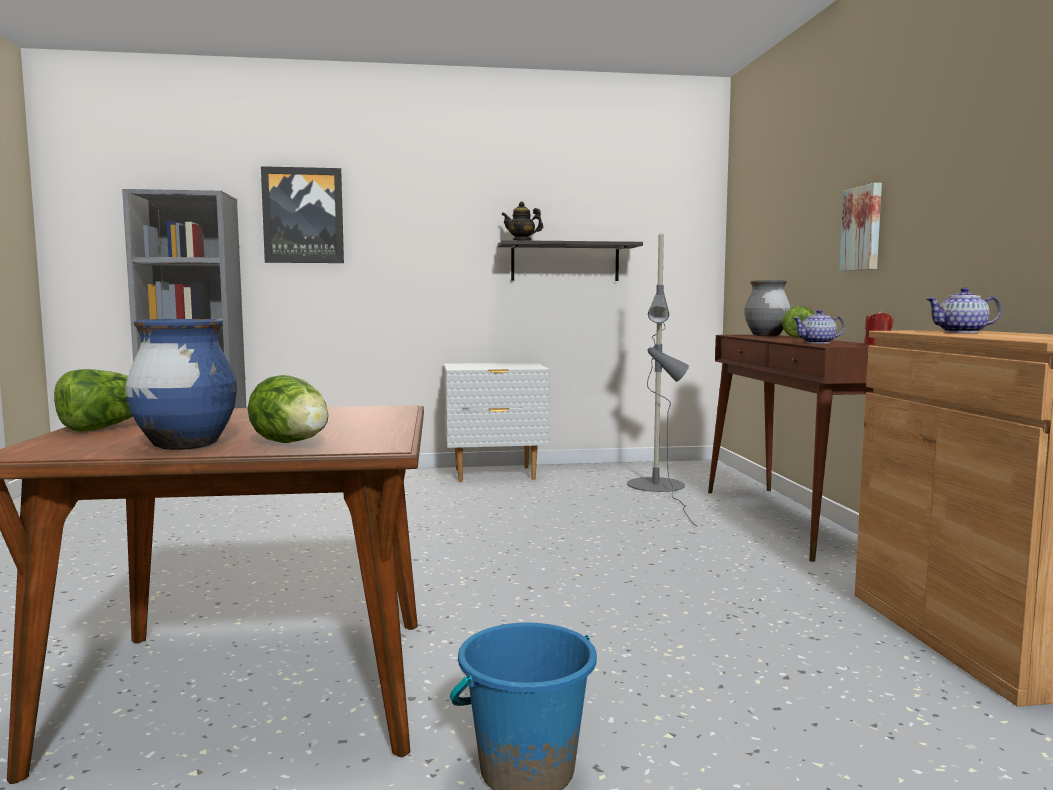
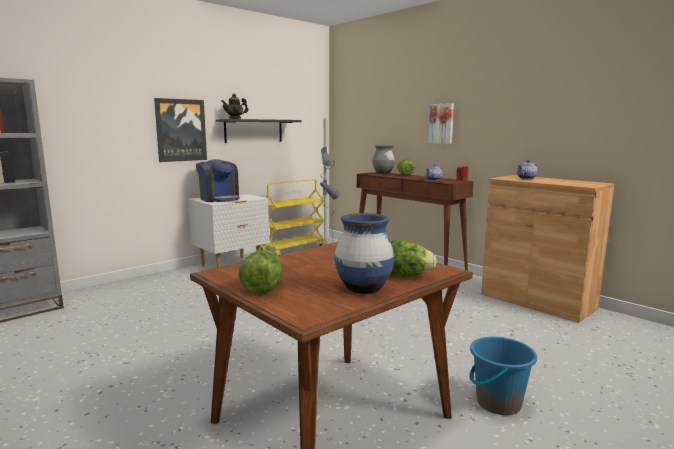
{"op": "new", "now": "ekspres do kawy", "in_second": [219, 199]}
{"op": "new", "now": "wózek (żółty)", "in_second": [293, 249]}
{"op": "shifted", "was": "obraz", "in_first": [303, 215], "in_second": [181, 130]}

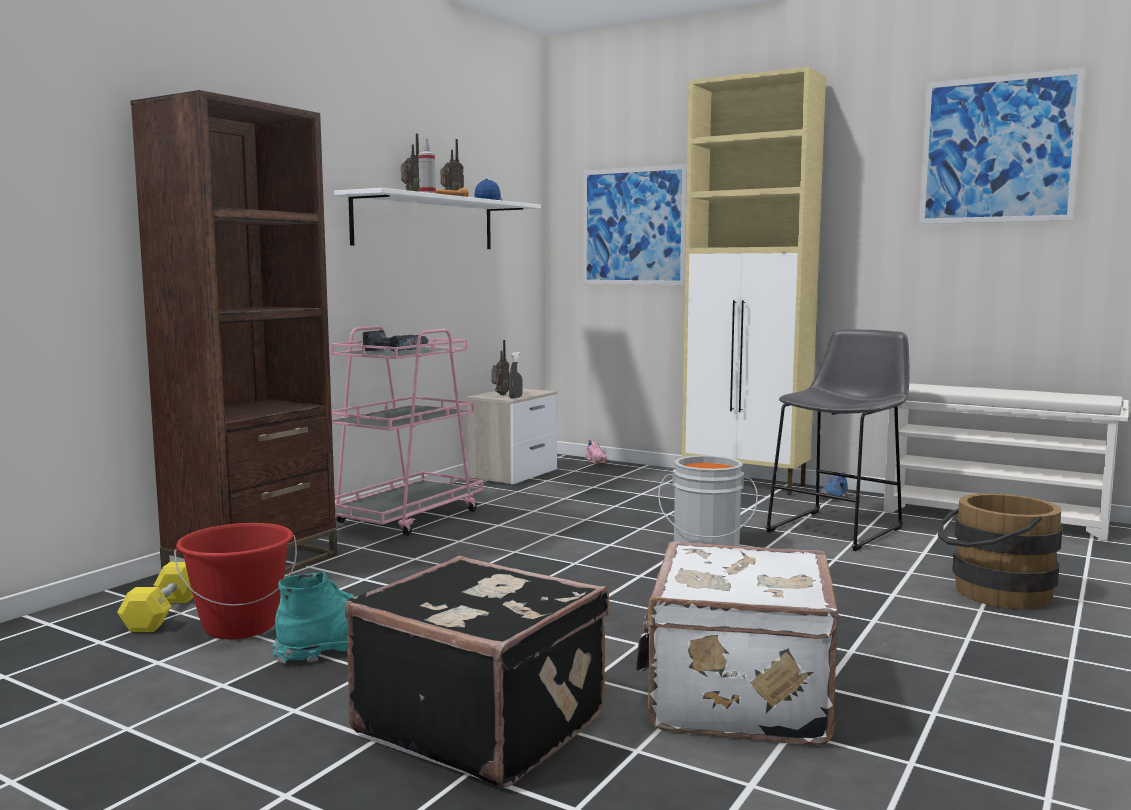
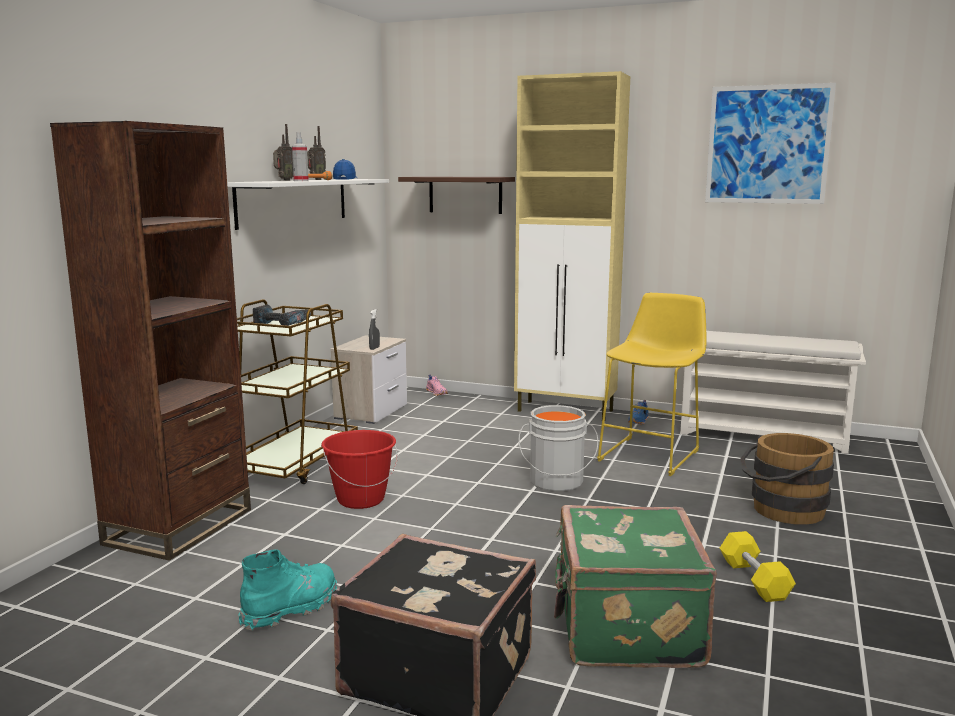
{"op": "gone", "was": "radio", "in_first": [500, 394]}
{"op": "shifted", "was": "hantel (żółty)", "in_first": [163, 613], "in_second": [754, 580]}
{"op": "shifted", "was": "wiadro (czerwony)", "in_first": [240, 626], "in_second": [360, 499]}
{"op": "swapped", "was": "obraz", "now": "półka", "in_first": [633, 226], "in_second": [465, 194]}
{"op": "repainted", "was": "wózek (różowy)", "now": "wózek (brązowy)", "in_first": [405, 517], "in_second": [295, 464]}
{"op": "repainted", "was": "walizka (biały)", "now": "walizka (zielony)", "in_first": [735, 697], "in_second": [625, 627]}
{"op": "repainted", "was": "stołek (szary)", "now": "stołek (żółty)", "in_first": [839, 528], "in_second": [652, 454]}

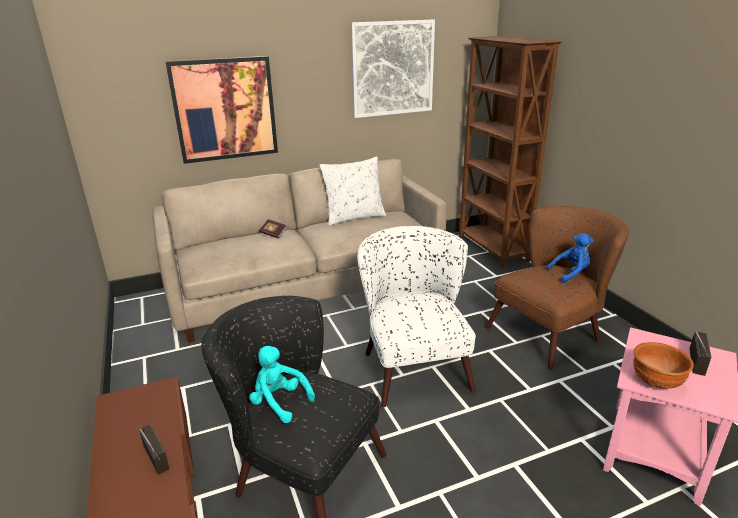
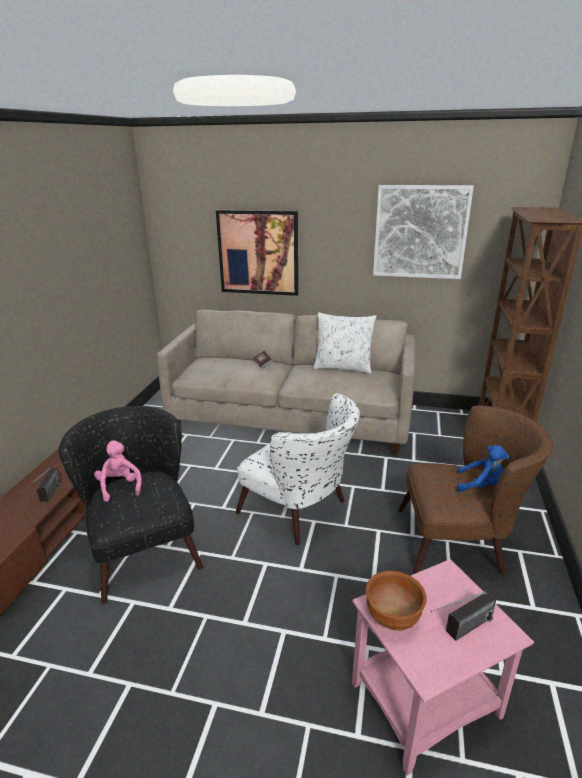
{"op": "repainted", "was": "pluszak (turkusowy)", "now": "pluszak (różowy)", "in_first": [279, 402], "in_second": [120, 486]}
{"op": "rotated", "was": "fotel (biały)", "in_first": [413, 364], "in_second": [300, 512], "clockwise": 105}

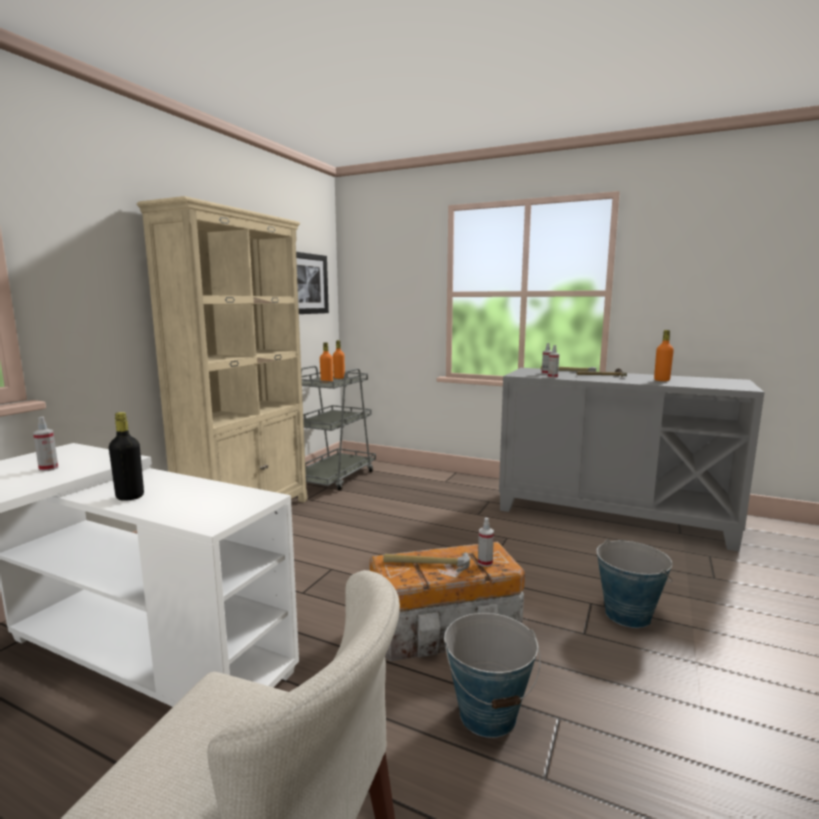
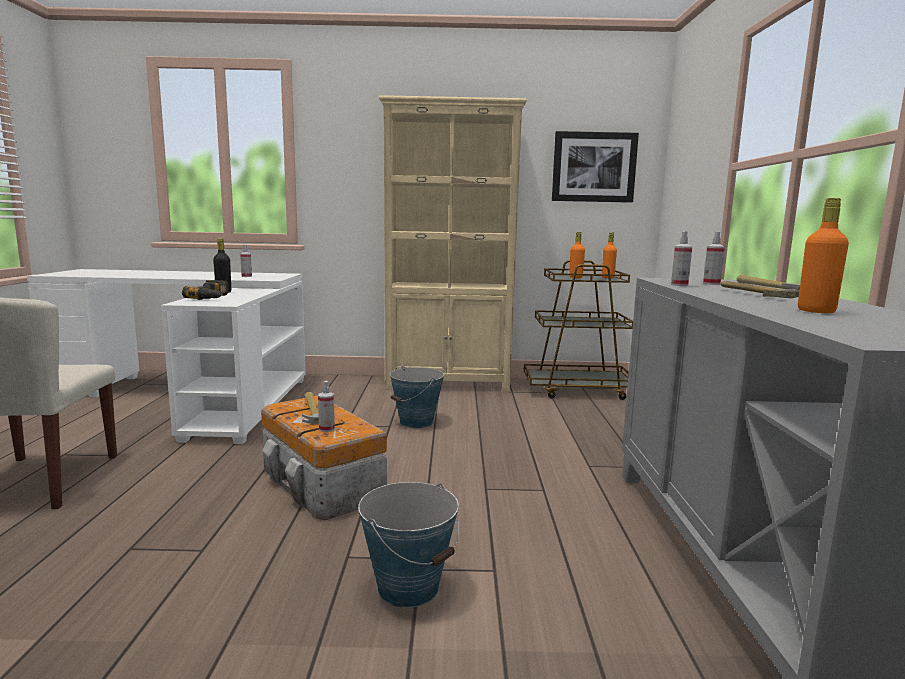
{"op": "new", "now": "wiertarka", "in_second": [213, 297]}
{"op": "shifted", "was": "wiadro", "in_first": [488, 714], "in_second": [416, 422]}
{"op": "repainted", "was": "wózek (szary)", "now": "wózek (brązowy)", "in_first": [333, 477], "in_second": [577, 390]}

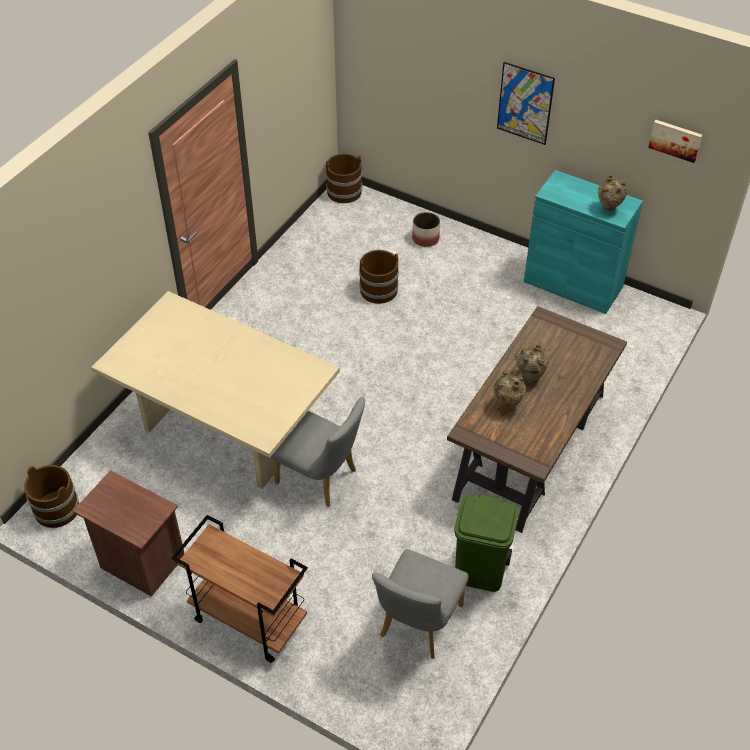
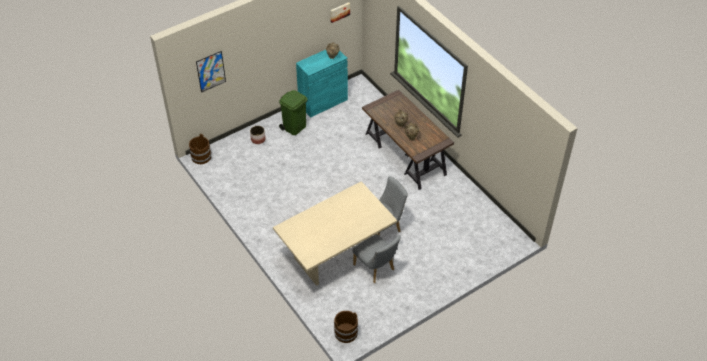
{"op": "gone", "was": "szafka nocna (brązowy)", "in_first": [140, 563]}
{"op": "gone", "was": "wózek (brązowy)", "in_first": [247, 620]}
{"op": "gone", "was": "wiadro (brązowy)", "in_first": [378, 290]}
{"op": "shifted", "was": "krzesło (szary)", "in_first": [417, 625], "in_second": [376, 269]}
{"op": "shifted", "was": "kosz na śmieci (zielony)", "in_first": [480, 571], "in_second": [294, 127]}
{"op": "shifted", "was": "obraz", "in_first": [525, 103], "in_second": [211, 71]}

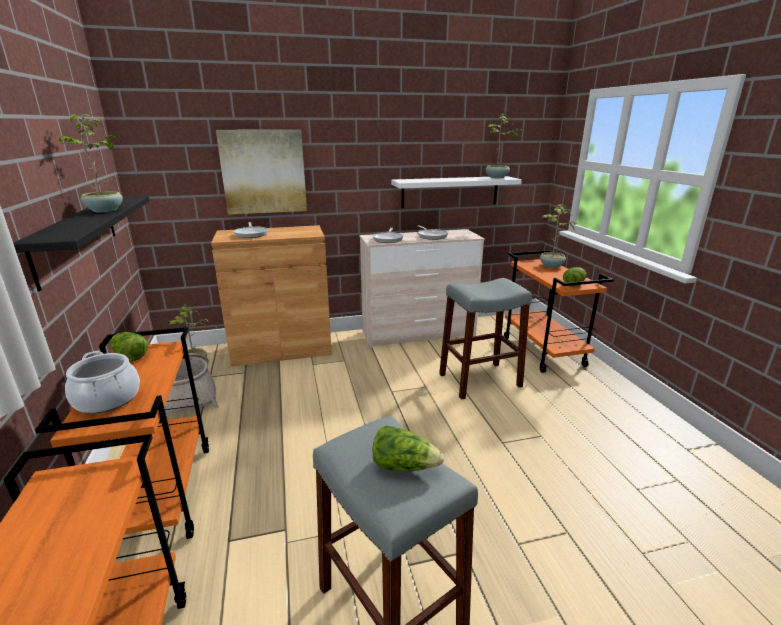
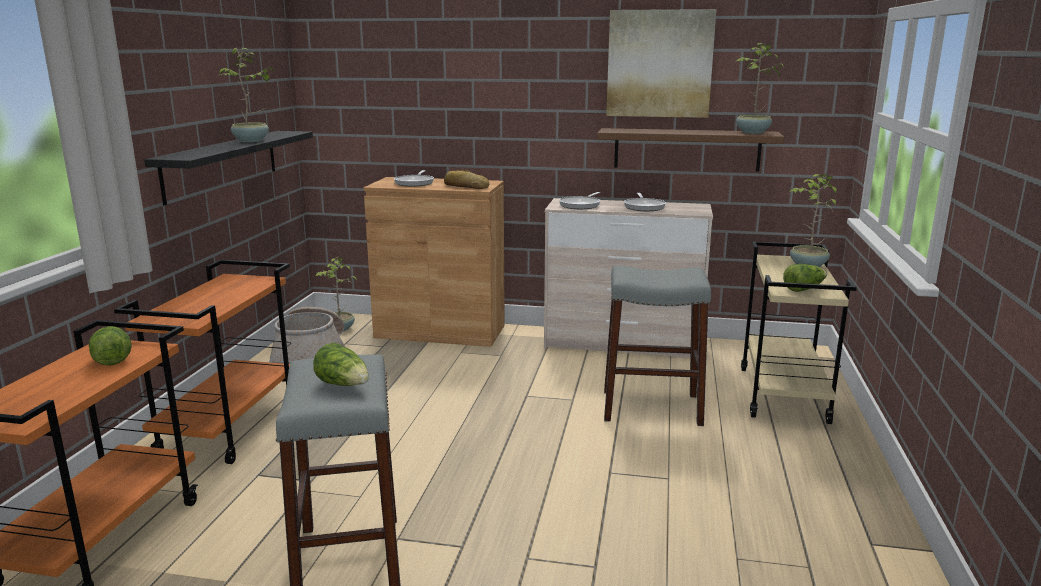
{"op": "gone", "was": "garnek", "in_first": [108, 399]}
{"op": "new", "now": "chleb", "in_second": [465, 186]}
{"op": "shifted", "was": "sałata", "in_first": [129, 356], "in_second": [111, 358]}
{"op": "shifted", "was": "obraz", "in_first": [263, 172], "in_second": [659, 64]}
{"op": "repainted", "was": "półka (biały)", "now": "półka (brązowy)", "in_first": [450, 192], "in_second": [686, 149]}
{"op": "repainted", "was": "wózek (pomarańczowy)", "now": "wózek (beżowy)", "in_first": [544, 352], "in_second": [784, 395]}

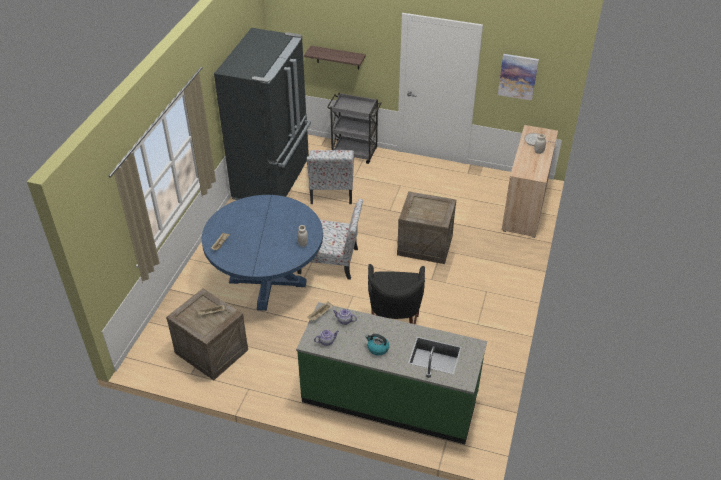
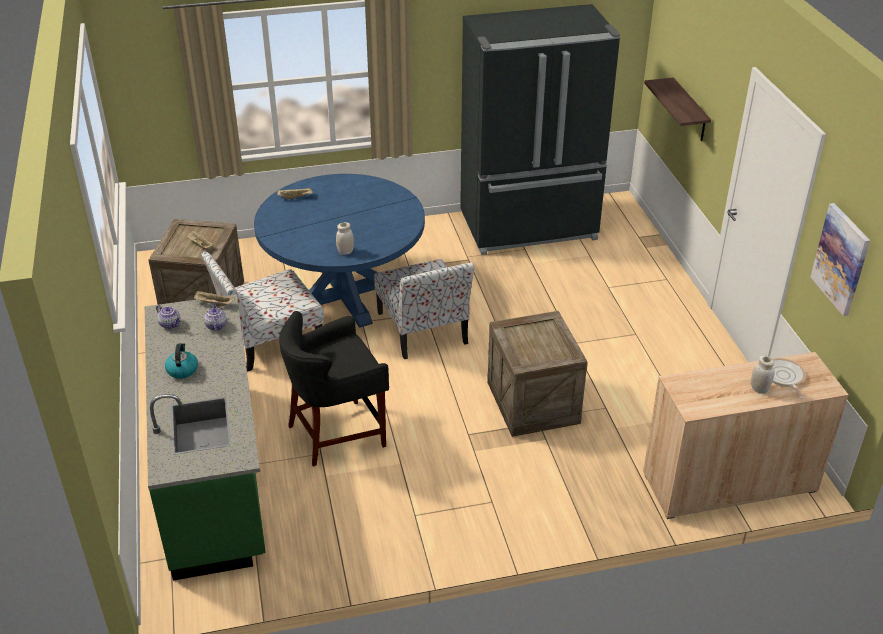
{"op": "gone", "was": "wózek (szary)", "in_first": [354, 153]}
{"op": "shifted", "was": "krzesło", "in_first": [331, 189], "in_second": [269, 340]}

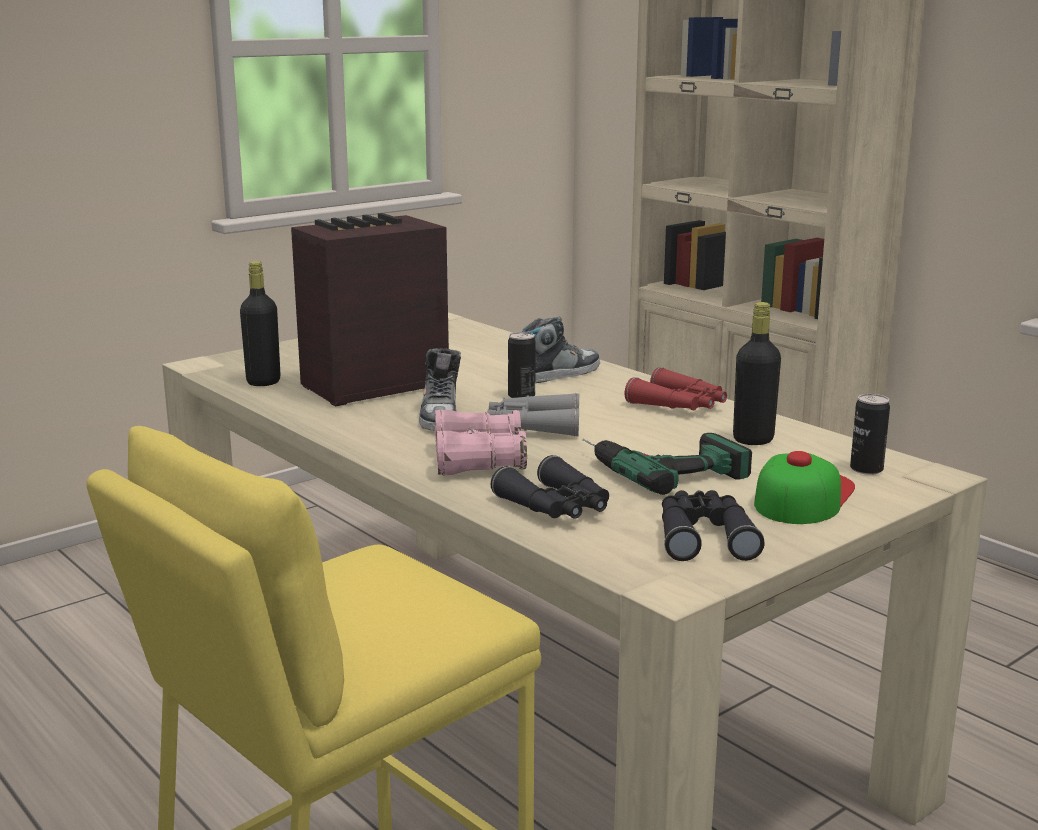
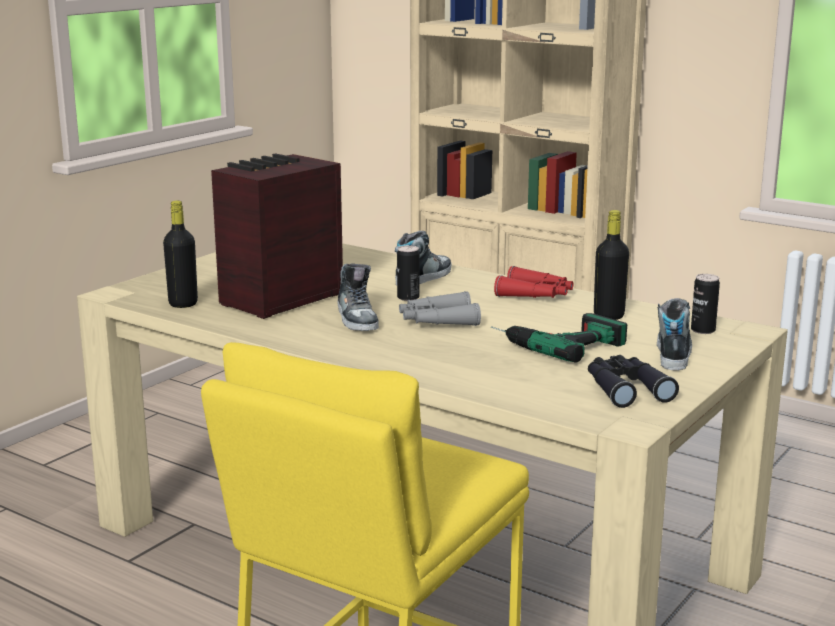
{"op": "gone", "was": "lornetka (różowy)", "in_first": [478, 461]}
{"op": "gone", "was": "lornetka (czarny)", "in_first": [556, 507]}
{"op": "swapped", "was": "czapka z daszkiem", "now": "but", "in_first": [803, 495], "in_second": [672, 353]}

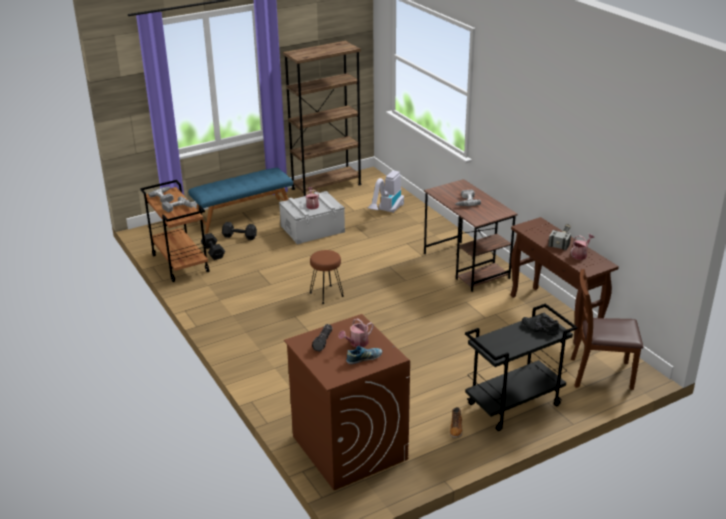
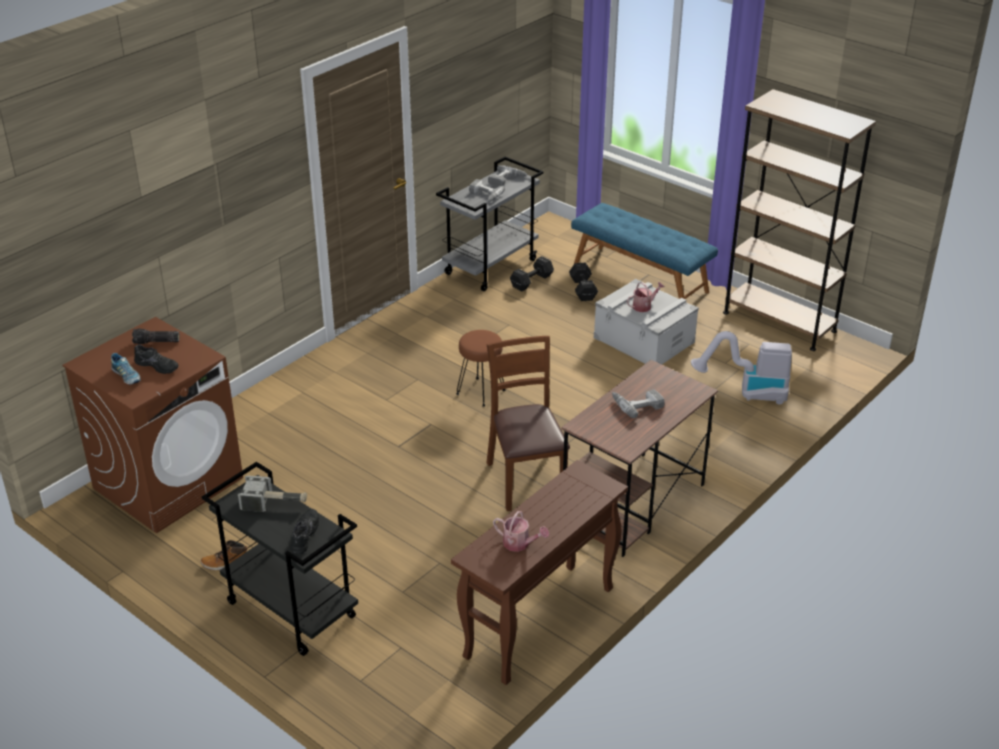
{"op": "shifted", "was": "młotek", "in_first": [562, 240], "in_second": [275, 503]}
{"op": "shifted", "was": "krzesło (brązowy)", "in_first": [600, 374], "in_second": [526, 481]}
{"op": "swapped", "was": "konewka", "now": "but (czarny)", "in_first": [357, 343], "in_second": [158, 365]}
{"op": "repainted", "was": "wózek (brązowy)", "now": "wózek (szary)", "in_first": [179, 263], "in_second": [491, 266]}

